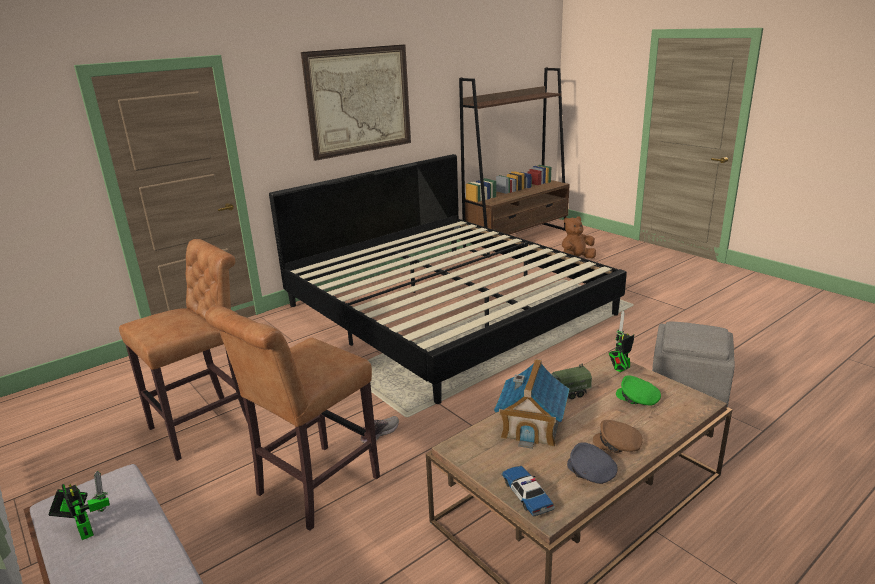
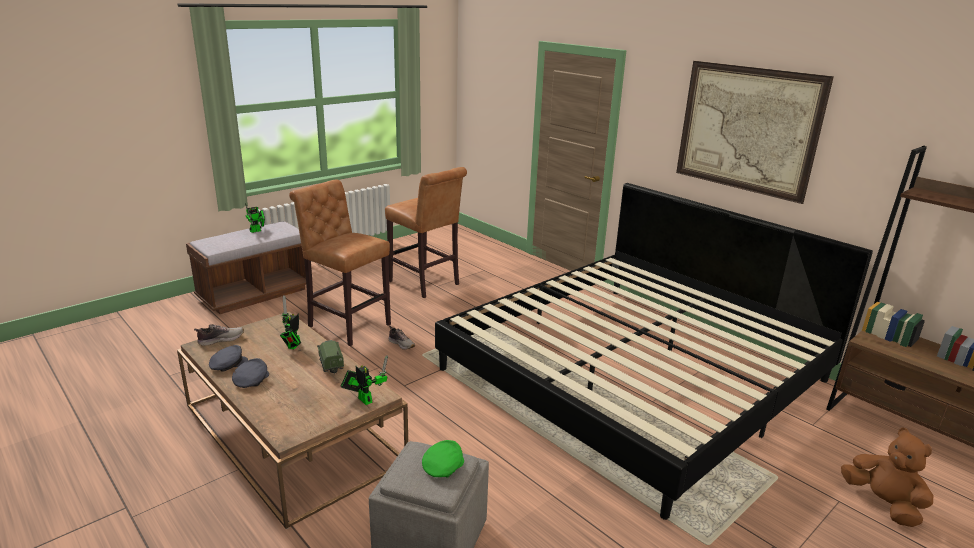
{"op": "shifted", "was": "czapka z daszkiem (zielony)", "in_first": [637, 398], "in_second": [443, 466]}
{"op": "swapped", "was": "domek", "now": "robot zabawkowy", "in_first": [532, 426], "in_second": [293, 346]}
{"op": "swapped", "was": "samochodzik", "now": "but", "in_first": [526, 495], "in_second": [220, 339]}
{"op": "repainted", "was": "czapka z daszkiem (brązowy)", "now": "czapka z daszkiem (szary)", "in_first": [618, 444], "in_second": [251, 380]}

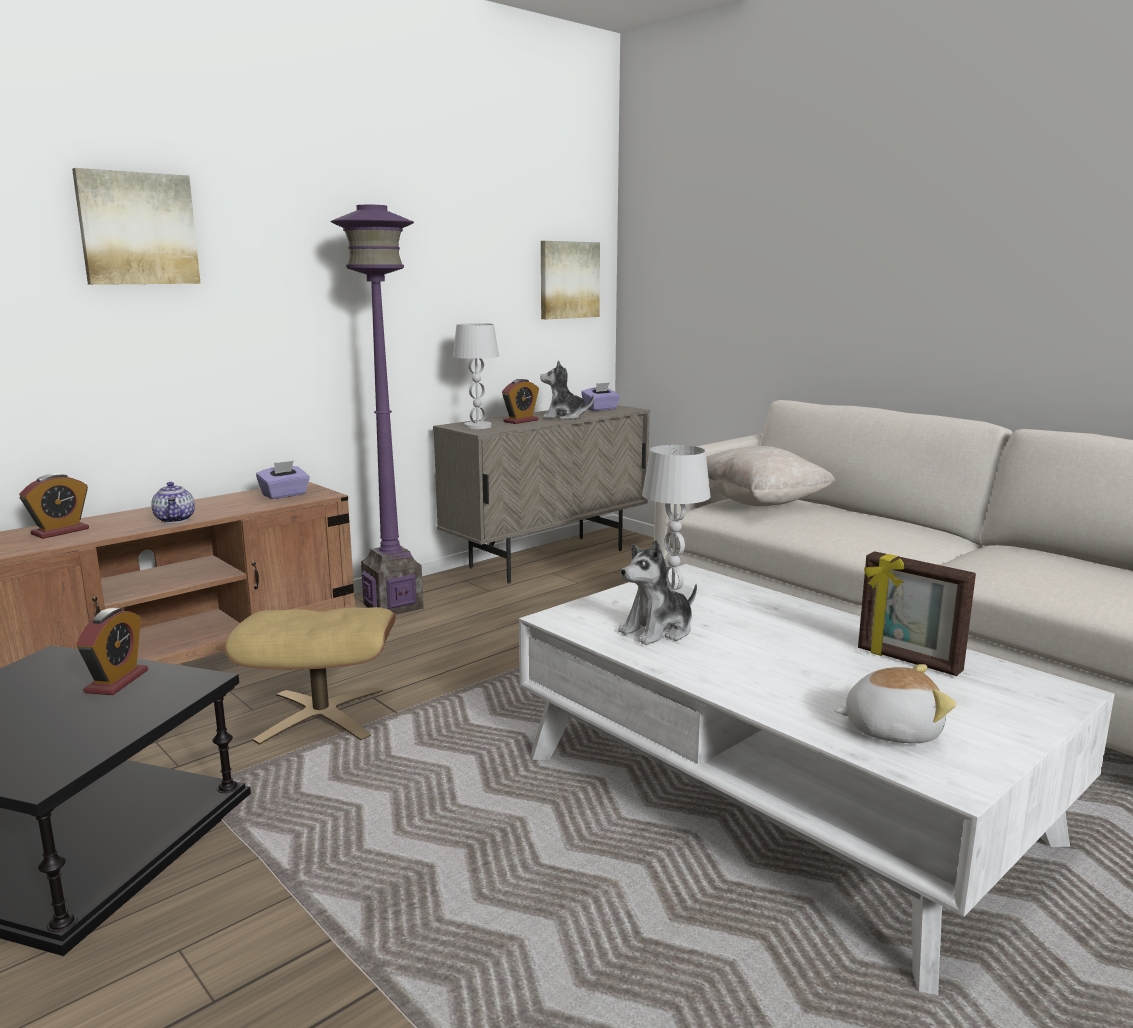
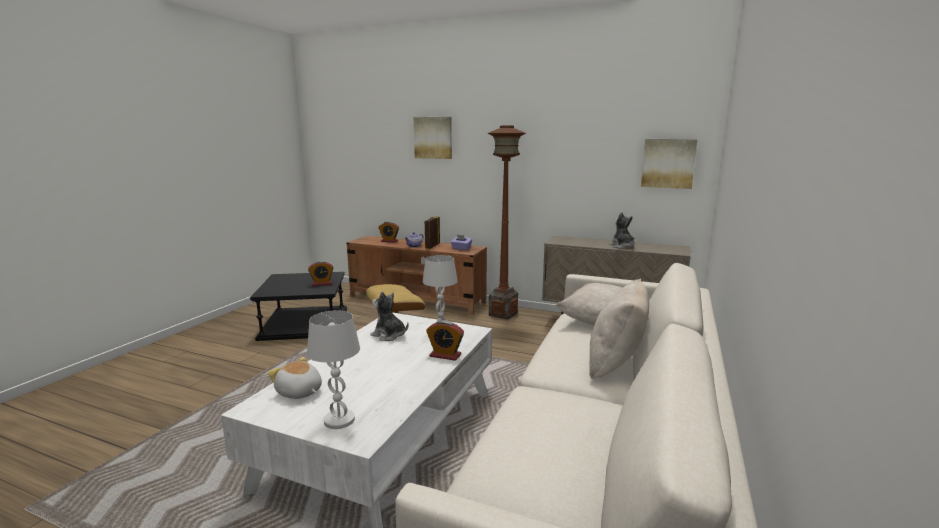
{"op": "gone", "was": "pudełko chusteczek (fioletowy)", "in_first": [600, 409]}
{"op": "new", "now": "poduszka (beżowy)", "in_second": [616, 364]}
{"op": "shifted", "was": "lampa stołowa (biały)", "in_first": [477, 426], "in_second": [339, 420]}
{"op": "shifted", "was": "budzik", "in_first": [521, 421], "in_second": [445, 355]}
{"op": "shifted", "was": "ramka na zdjęcie", "in_first": [908, 661], "in_second": [432, 246]}
{"op": "repainted", "was": "lampa stojąca (fioletowy)", "now": "lampa stojąca (brązowy)", "in_first": [393, 606], "in_second": [503, 314]}
{"op": "rotated", "was": "pluszak", "in_first": [891, 729], "in_second": [299, 392], "clockwise": 150}

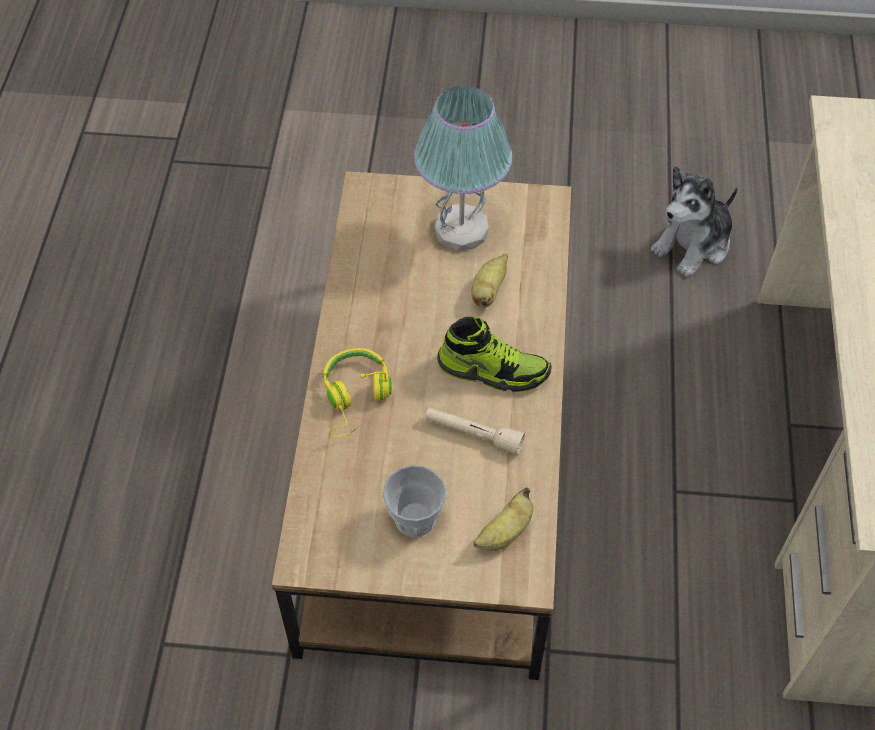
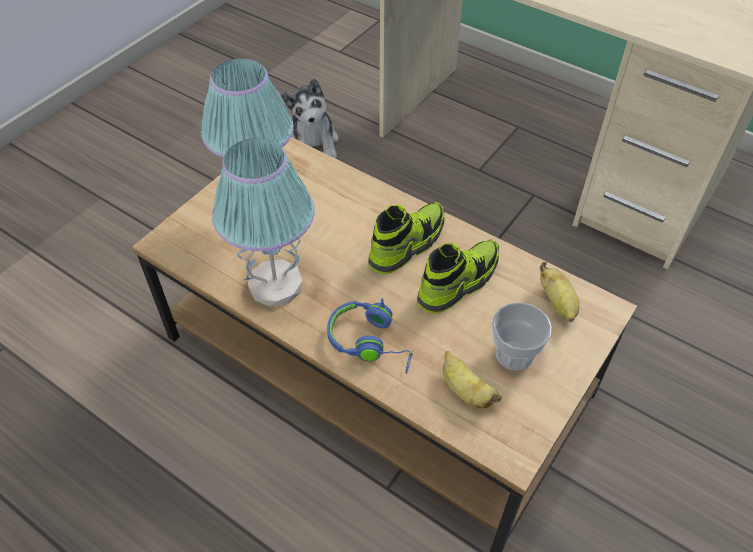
{"op": "new", "now": "lampa stołowa", "in_second": [276, 284]}
{"op": "shifted", "was": "banan", "in_first": [489, 291], "in_second": [465, 391]}
{"op": "swapped", "was": "latarka (beżowy)", "now": "but", "in_first": [473, 434], "in_second": [457, 282]}
{"op": "repainted", "was": "słuchawki (żółty)", "now": "słuchawki (niebieski)", "in_first": [356, 397], "in_second": [371, 342]}

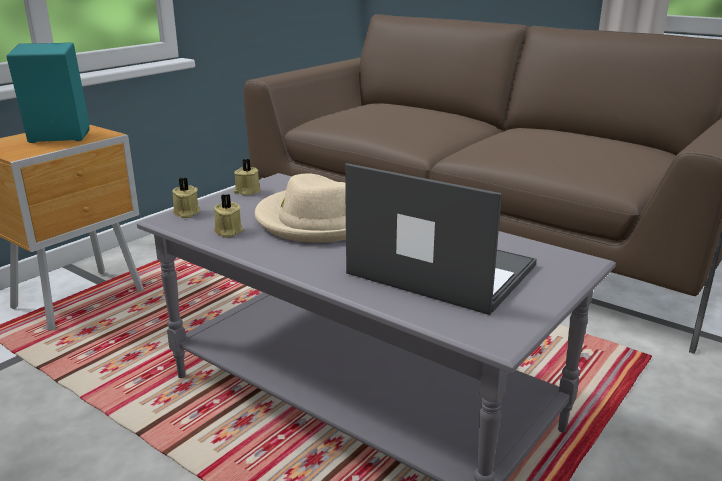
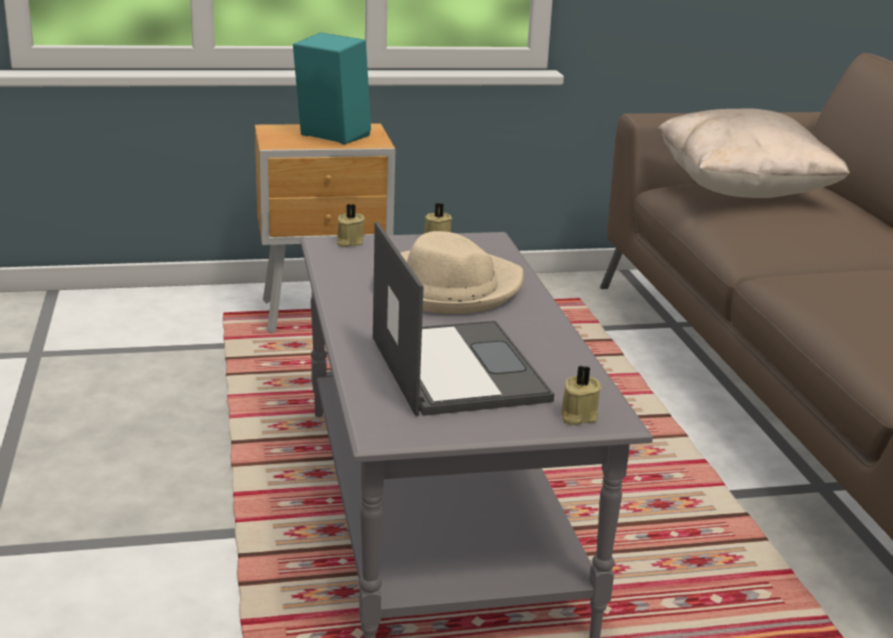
{"op": "new", "now": "poduszka (beżowy)", "in_second": [743, 191]}
{"op": "shifted", "was": "świeca (beżowy)", "in_first": [228, 232], "in_second": [577, 416]}

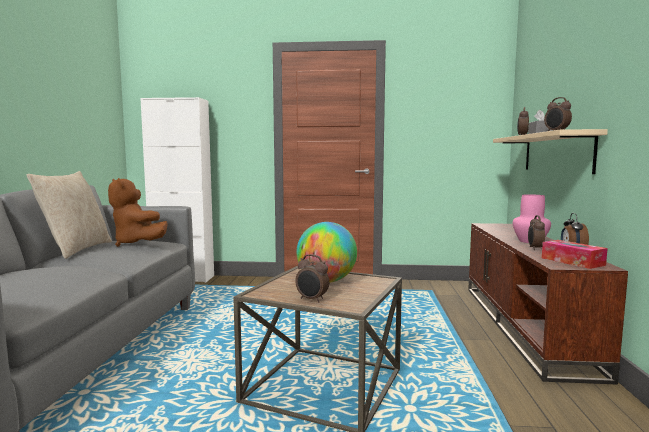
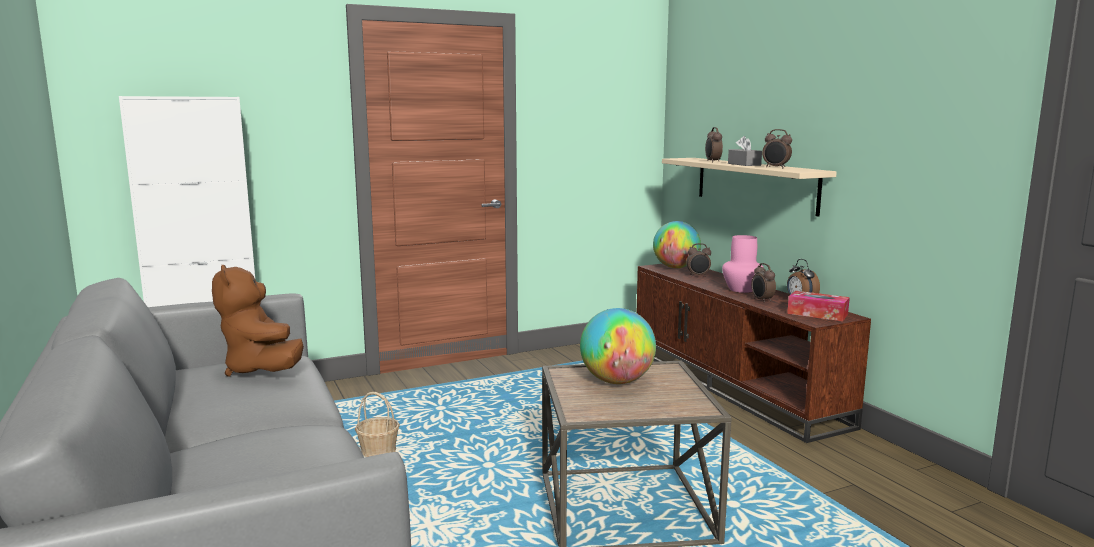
{"op": "gone", "was": "poduszka (beżowy)", "in_first": [76, 250]}
{"op": "new", "now": "koszyk", "in_second": [378, 451]}
{"op": "new", "now": "globus", "in_second": [675, 267]}
{"op": "shifted", "was": "budzik", "in_first": [312, 300], "in_second": [698, 275]}
{"op": "rotated", "was": "pluszak (brązowy)", "in_first": [137, 243], "in_second": [262, 370], "clockwise": 45}

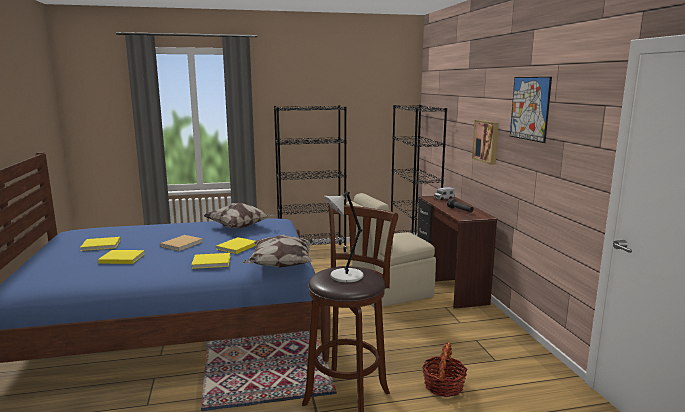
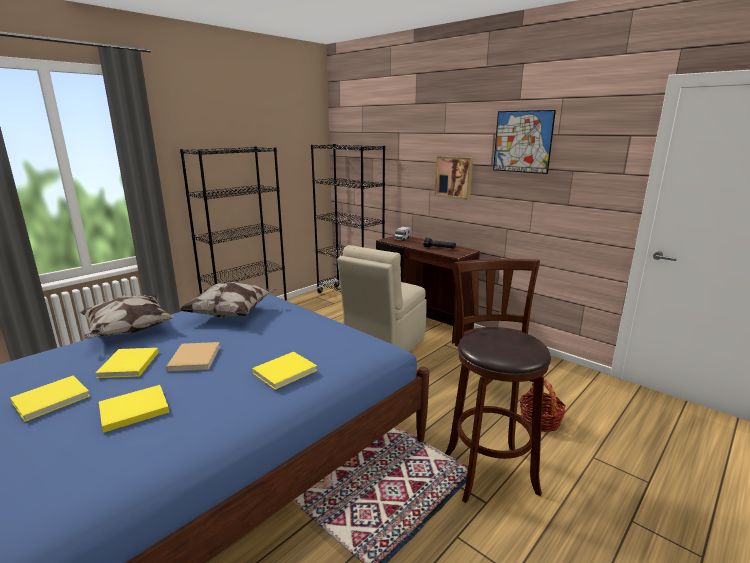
{"op": "gone", "was": "lampa stołowa (szary)", "in_first": [344, 276]}
{"op": "shifted", "was": "książka (żółty)", "in_first": [236, 247], "in_second": [128, 365]}
{"op": "shifted", "was": "poduszka", "in_first": [280, 266], "in_second": [128, 331]}

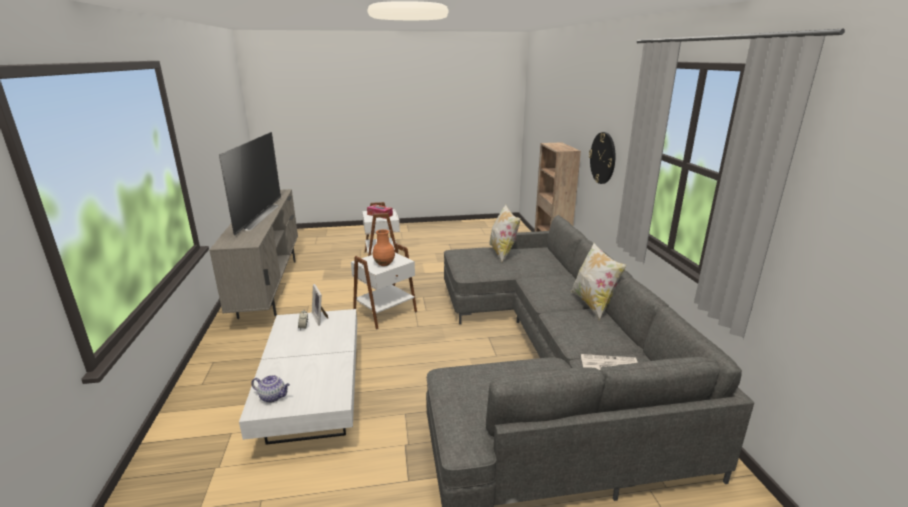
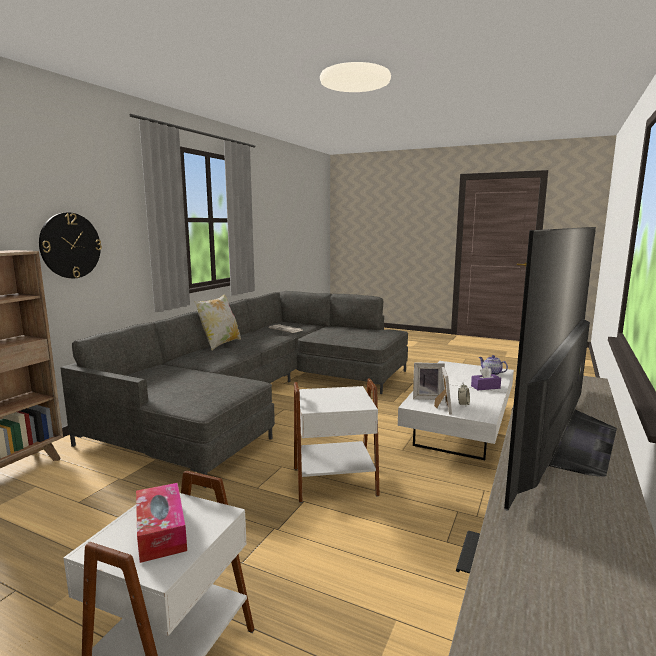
{"op": "gone", "was": "wazon (pomarańczowy)", "in_first": [384, 264]}
{"op": "gone", "was": "poduszka", "in_first": [502, 253]}
{"op": "new", "now": "ramka na zdjęcie", "in_second": [427, 397]}
{"op": "new", "now": "pudełko chusteczek (fioletowy)", "in_second": [485, 387]}

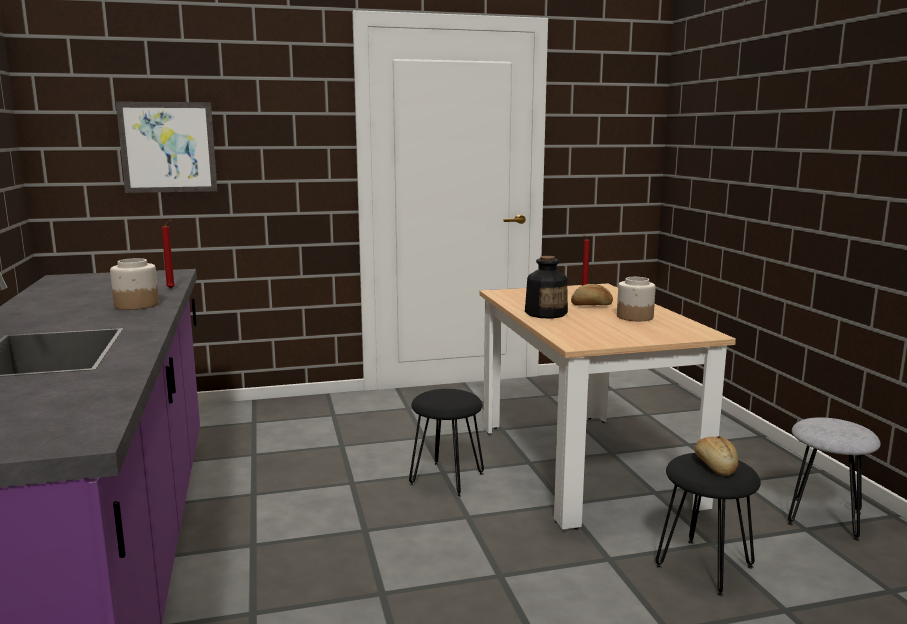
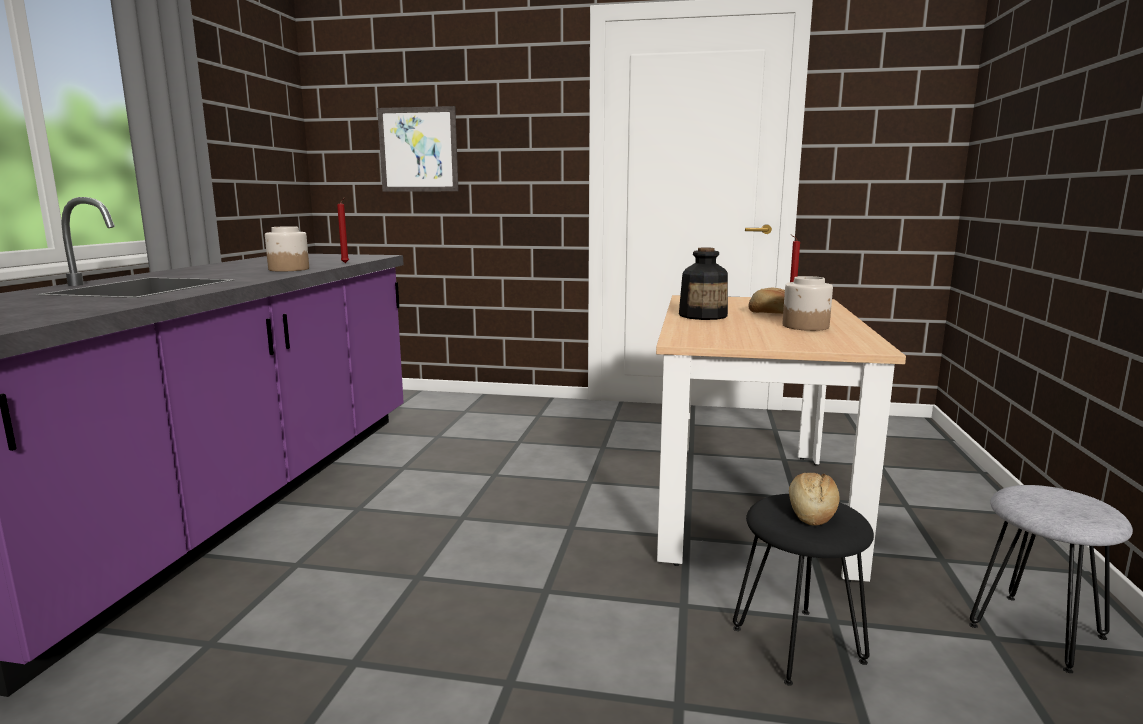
{"op": "gone", "was": "stołek (czarny)", "in_first": [446, 478]}

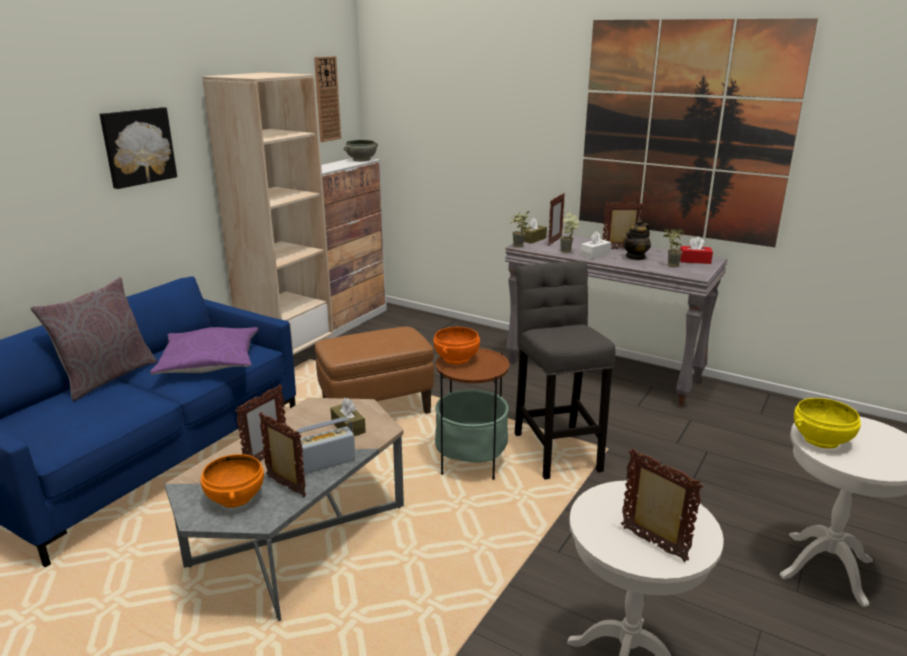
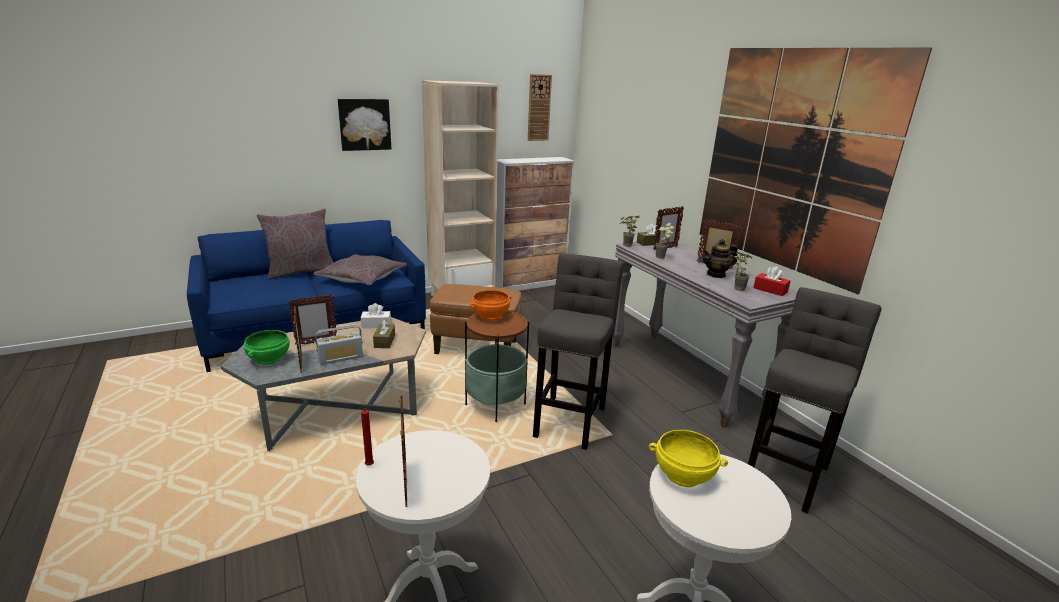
{"op": "gone", "was": "miska (szary)", "in_first": [361, 159]}
{"op": "new", "now": "świeca (czerwony)", "in_second": [369, 466]}
{"op": "new", "now": "stołek (szary)", "in_second": [786, 473]}
{"op": "shifted", "was": "pudełko chusteczek (biały)", "in_first": [595, 254], "in_second": [376, 325]}
{"op": "repainted", "was": "poduszka (fioletowy)", "now": "poduszka (szary)", "in_first": [209, 362], "in_second": [362, 278]}
{"op": "repainted", "was": "miska (pomarańczowy)", "now": "miska (zielony)", "in_first": [234, 497], "in_second": [269, 358]}
{"op": "rotated", "was": "radio", "in_first": [326, 463], "in_second": [341, 358], "clockwise": 150}

